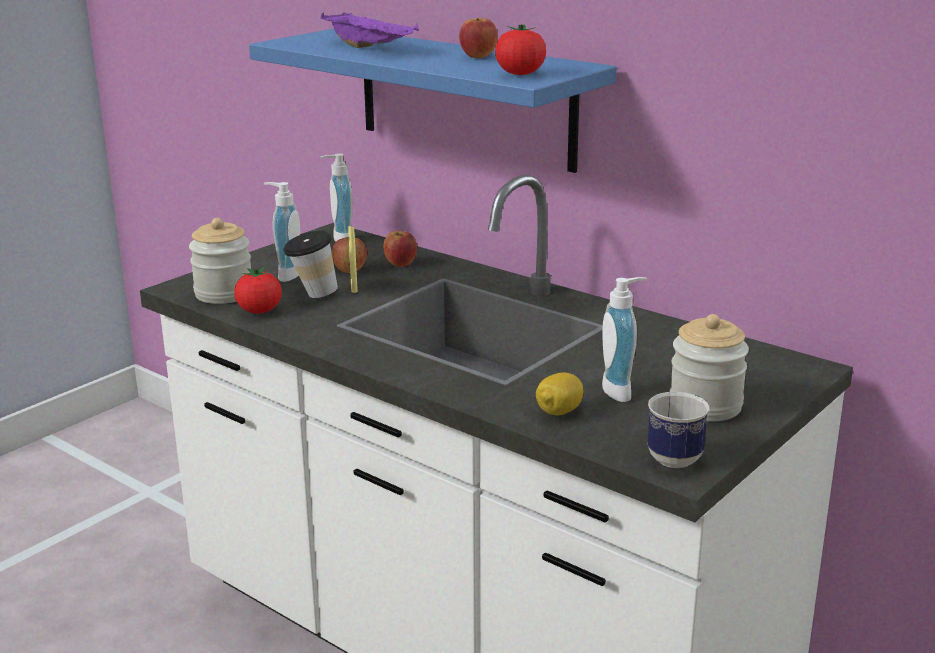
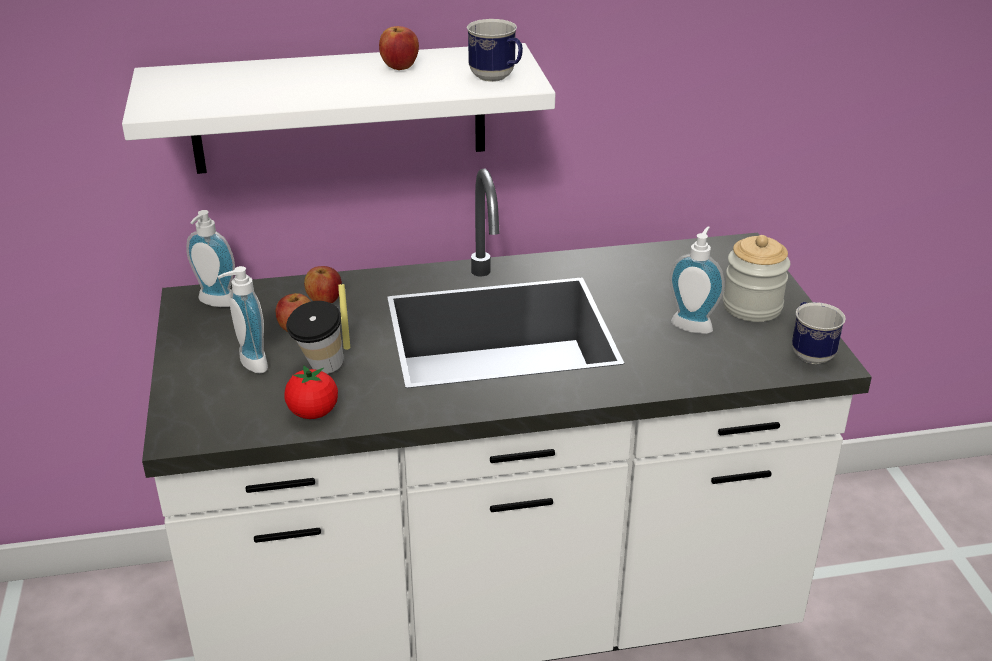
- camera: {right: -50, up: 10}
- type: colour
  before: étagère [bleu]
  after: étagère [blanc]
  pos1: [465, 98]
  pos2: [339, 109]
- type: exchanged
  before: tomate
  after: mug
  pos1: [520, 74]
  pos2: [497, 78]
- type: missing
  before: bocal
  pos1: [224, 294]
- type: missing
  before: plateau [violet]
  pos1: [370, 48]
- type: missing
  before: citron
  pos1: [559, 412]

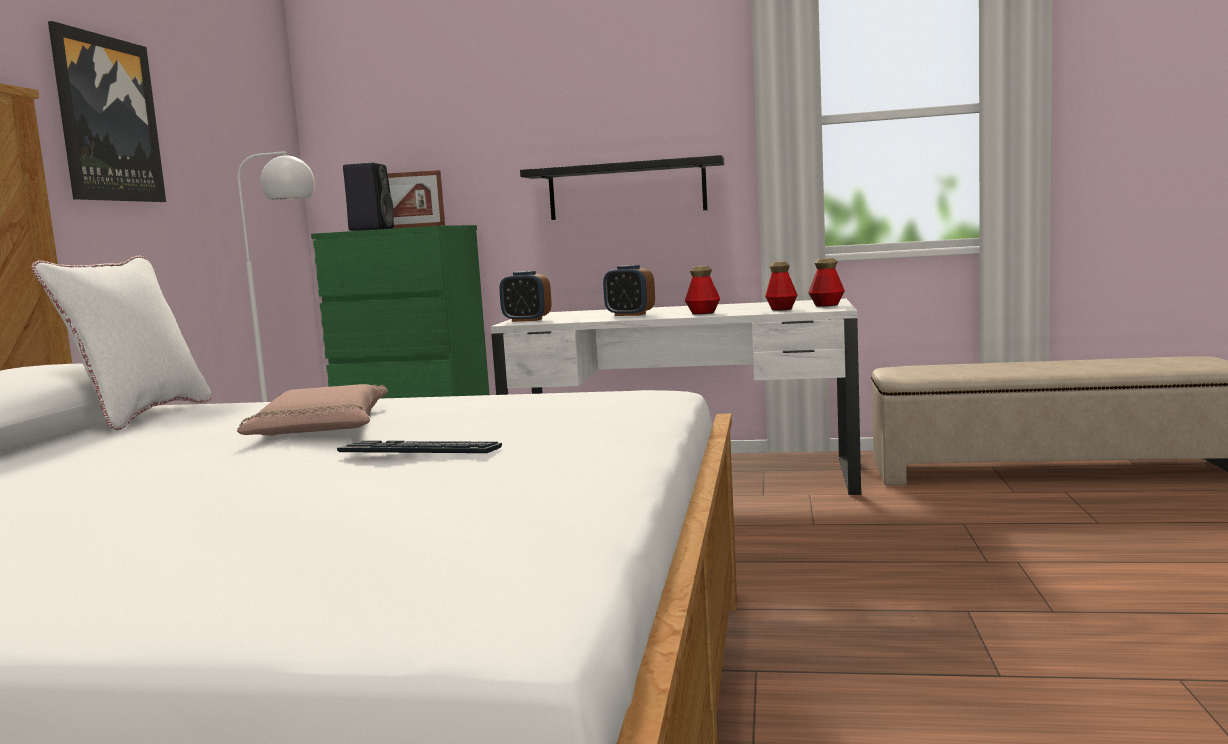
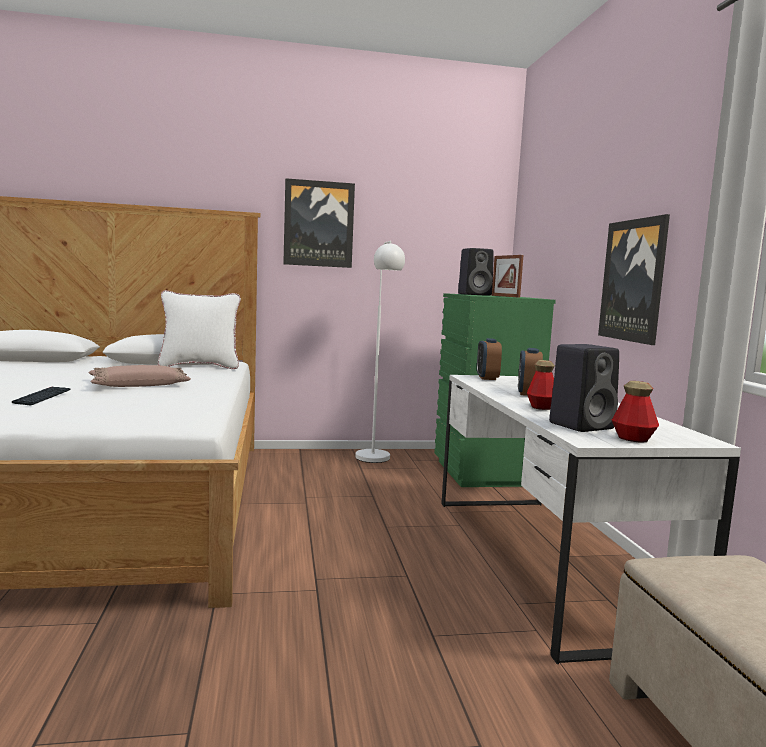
- camera: {right: 70, up: 0}
- type: exchanged
  before: bouteille
  after: enceinte [noir]
  pos1: [781, 309]
  pos2: [582, 425]
- type: exchanged
  before: étagère [noir]
  after: tableau
  pos1: [627, 190]
  pos2: [633, 280]

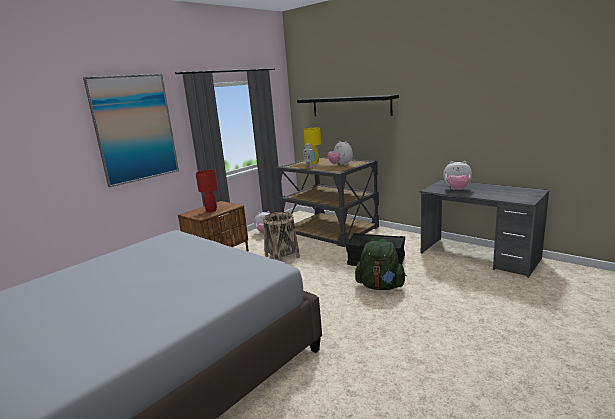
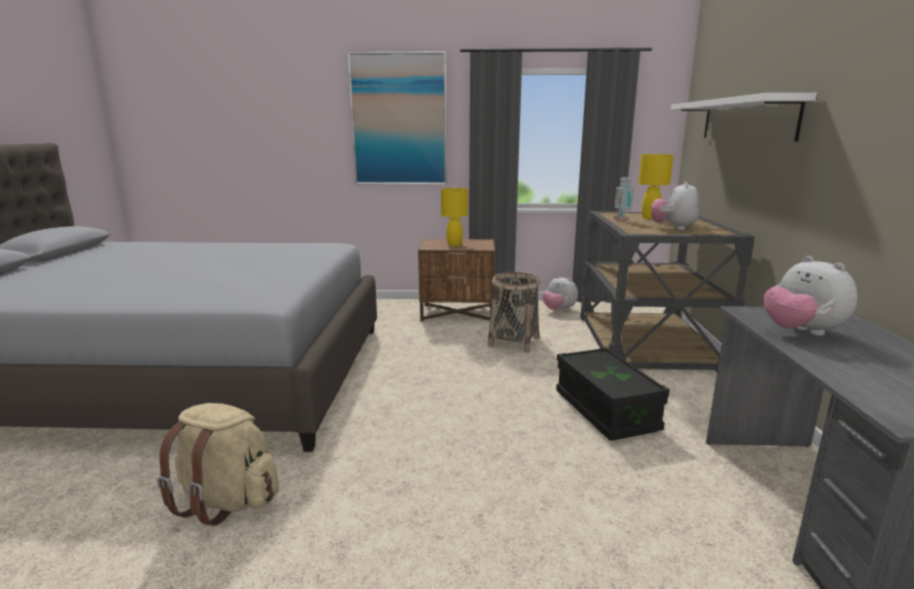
- camera: {right: 50, up: 0}
- type: appeared
  after: sac à dos [beige]
  pos2: [227, 500]
- type: colour
  before: lampe de table [rouge]
  after: lampe de table [jaune]
  pos1: [211, 210]
  pos2: [454, 245]
- type: colour
  before: étagère [noir]
  after: étagère [blanc]
  pos1: [350, 106]
  pos2: [746, 119]
- type: missing
  before: sac à dos [vert]
  pos1: [380, 286]

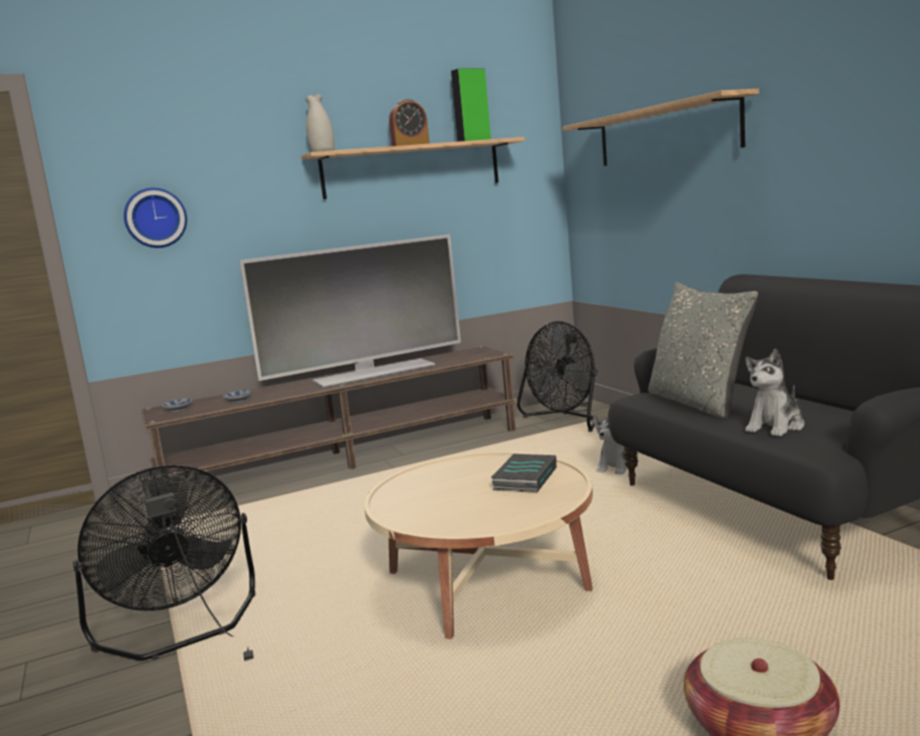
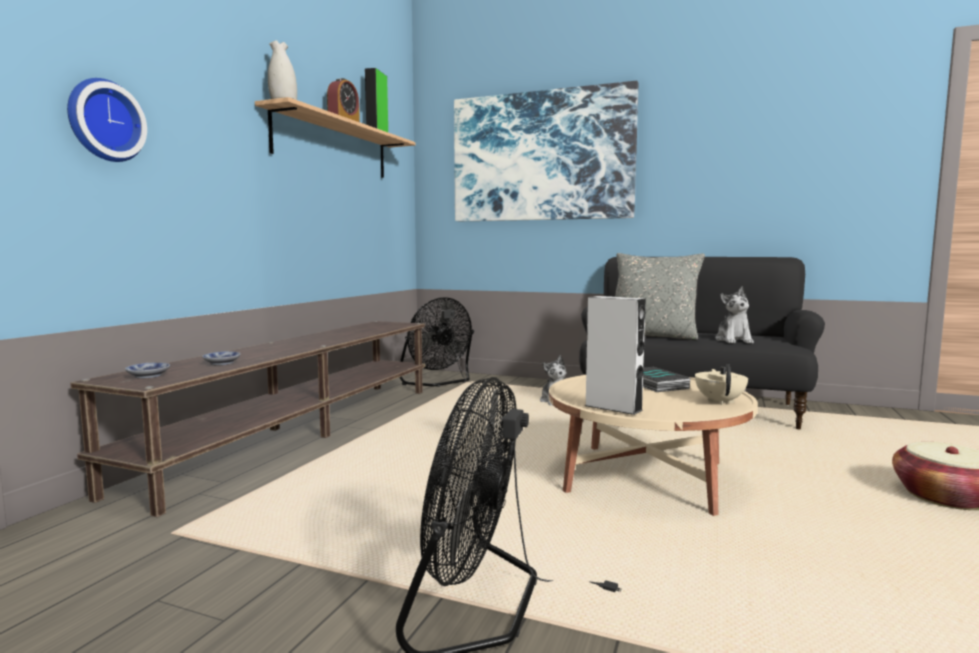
- camera: {right: -45, up: -5}
- type: spun
  before: ventilateur [noir]
  pos1: [567, 419]
  pos2: [447, 382]
  turn: 135
- type: exchanged
  before: étagère
  after: tableau
  pos1: [665, 133]
  pos2: [541, 156]
- type: appeared
  after: enceinte [gris]
  pos2: [613, 408]
- type: appeared
  after: théière [beige]
  pos2: [720, 401]
- type: missing
  before: téléviseur
  pos1: [373, 373]

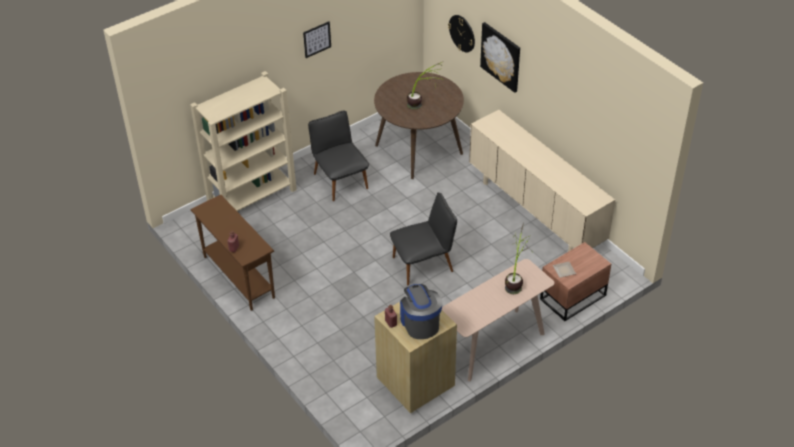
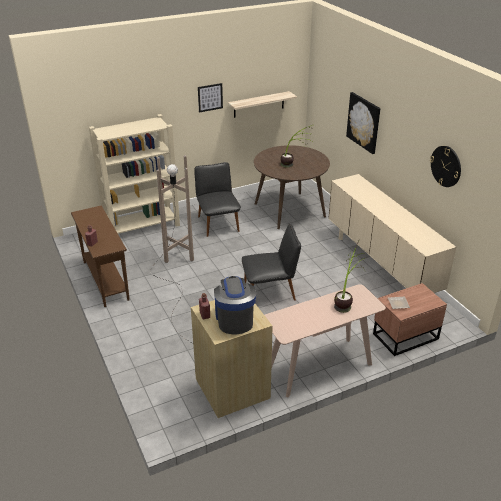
- camera: {right: 10, up: -10}
- type: appeared
  after: lampadaire [marron]
  pos2: [175, 273]
- type: appeared
  after: étagère
  pos2: [259, 104]
- type: relocated
  before: horloge murale
  pos1: [462, 33]
  pos2: [446, 166]

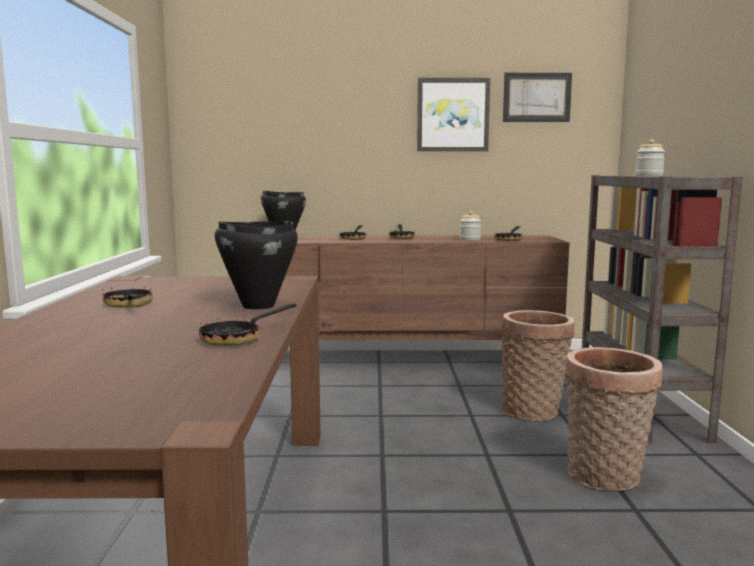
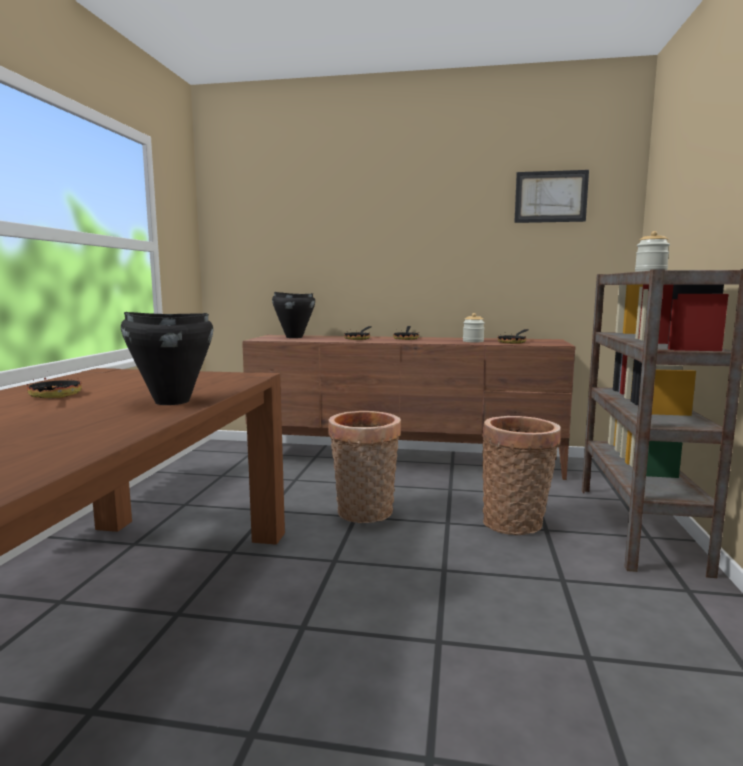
- camera: {right: 10, up: 0}
- type: relocated
  before: panier
  pos1: [605, 478]
  pos2: [364, 514]
- type: missing
  before: poêle
  pos1: [239, 339]
- type: missing
  before: tableau
  pos1: [453, 115]

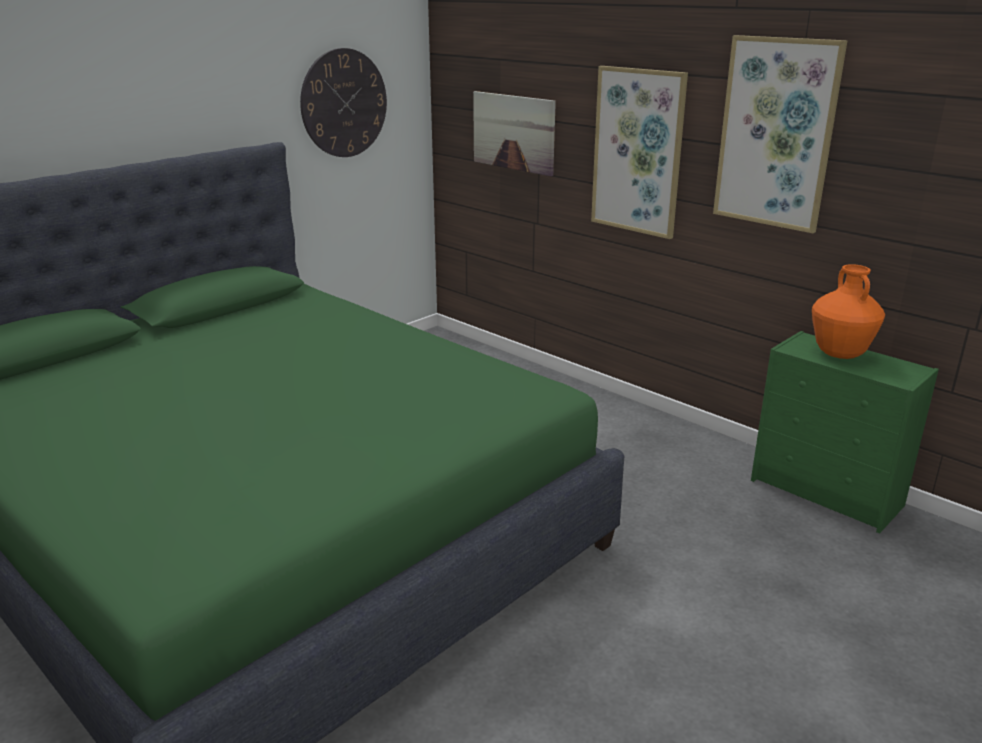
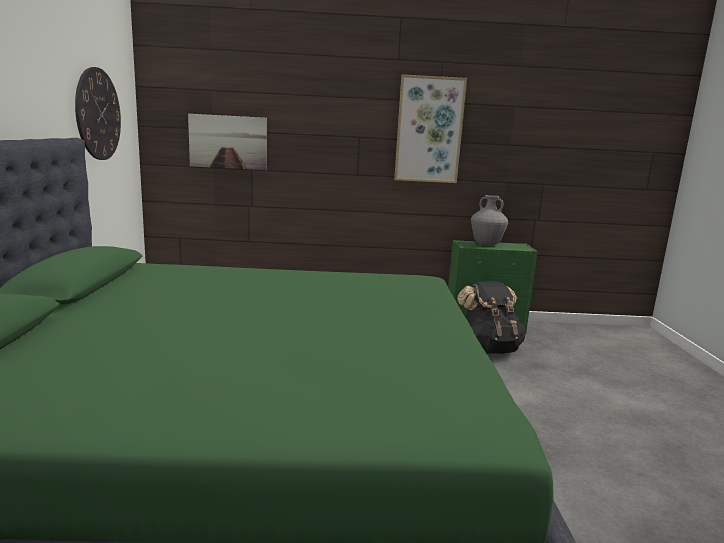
- camera: {right: -45, up: -10}
- type: appeared
  after: sac à dos [noir]
  pos2: [488, 349]
- type: colour
  before: vase [orange]
  after: vase [gris]
  pos1: [839, 354]
  pos2: [486, 245]
- type: missing
  before: tableau
  pos1: [638, 152]

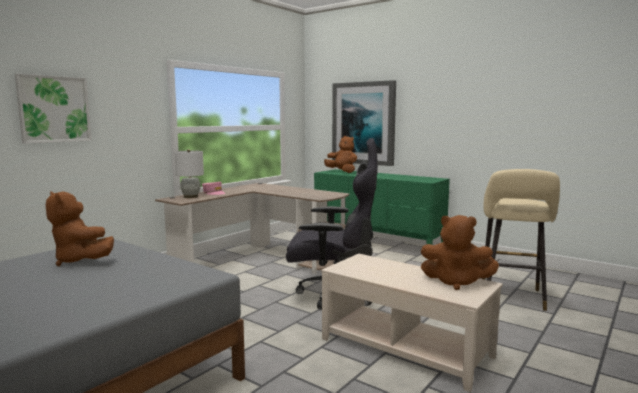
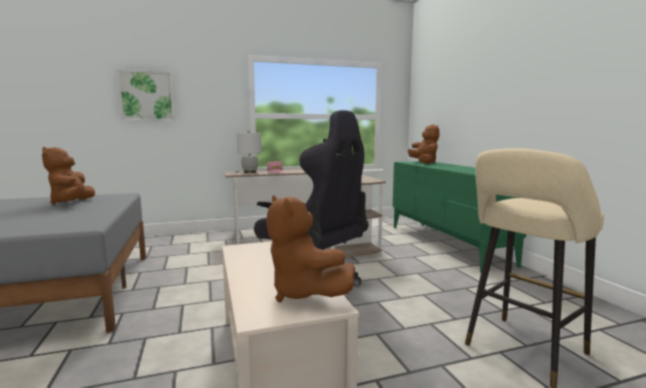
- camera: {right: 35, up: 0}
- type: missing
  before: tableau
  pos1: [364, 123]

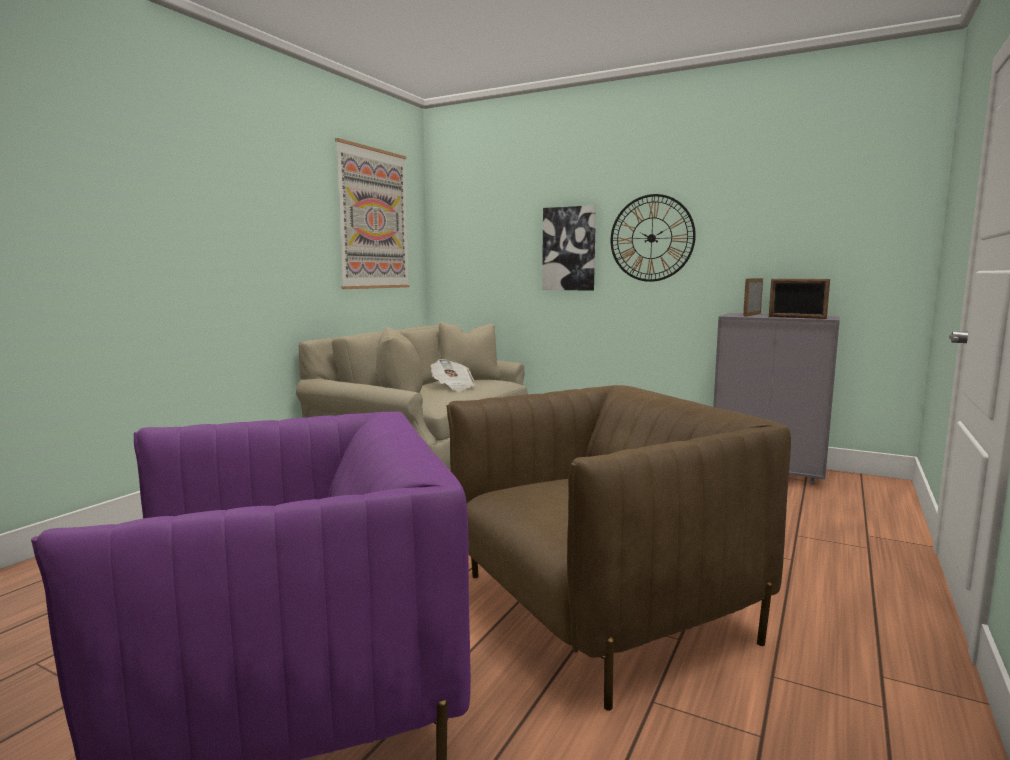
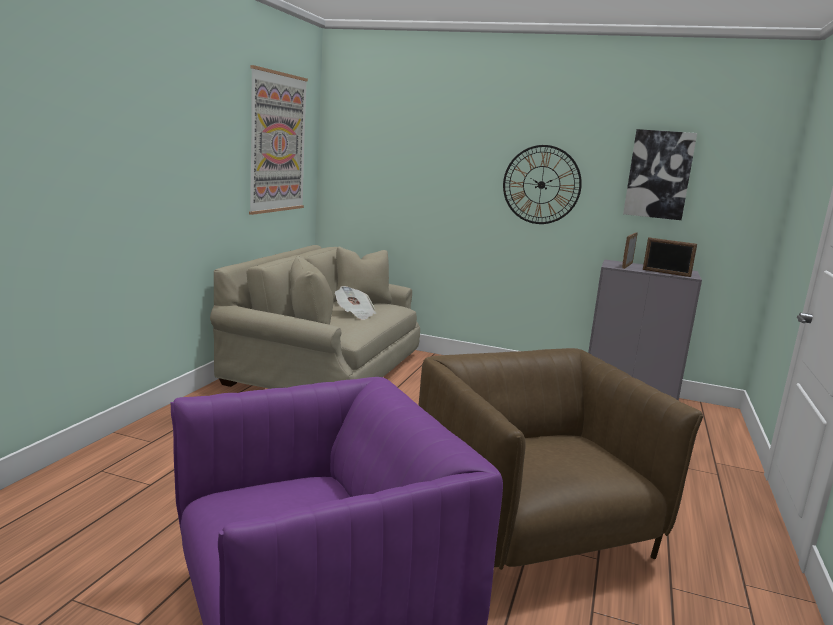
- camera: {right: -10, up: 5}
- type: spun
  before: fauteuil [marron]
  pos1: [600, 609]
  pos2: [531, 534]
  turn: -75
- type: relocated
  before: tableau
  pos1: [569, 249]
  pos2: [659, 174]

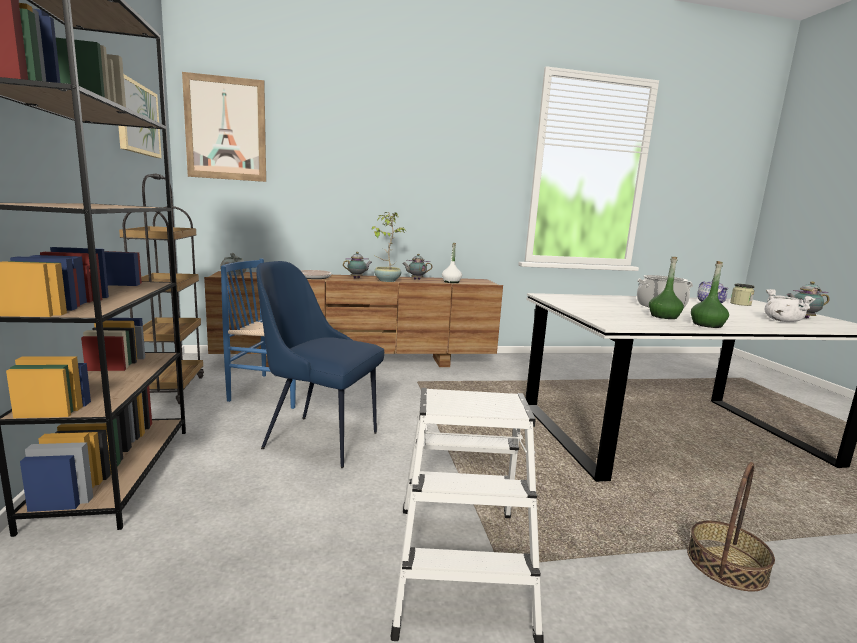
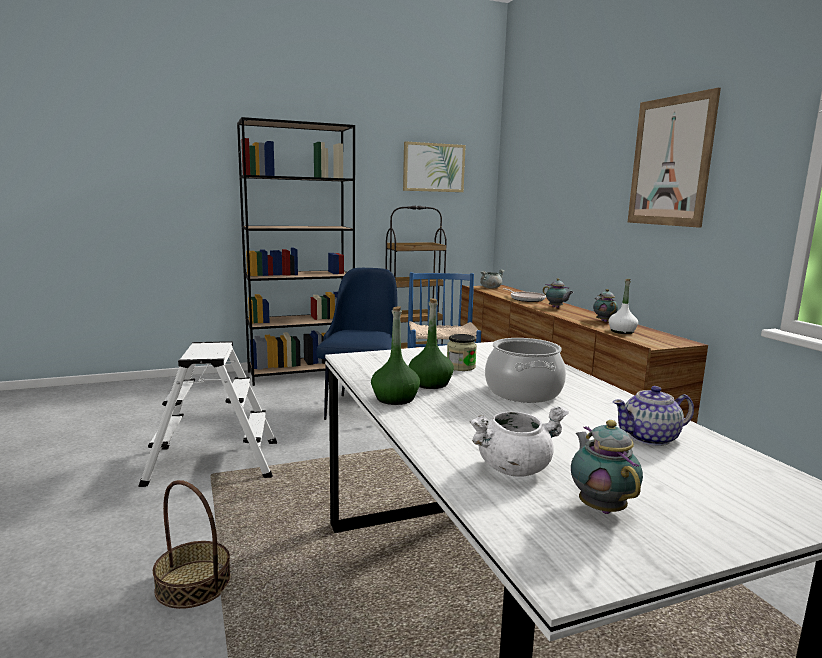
- camera: {right: 80, up: 0}
- type: relocated
  before: bocal
  pos1: [740, 304]
  pos2: [460, 367]
- type: relocated
  before: tableau
  pos1: [226, 129]
  pos2: [670, 161]
- type: missing
  before: plante en pot
  pos1: [386, 280]

